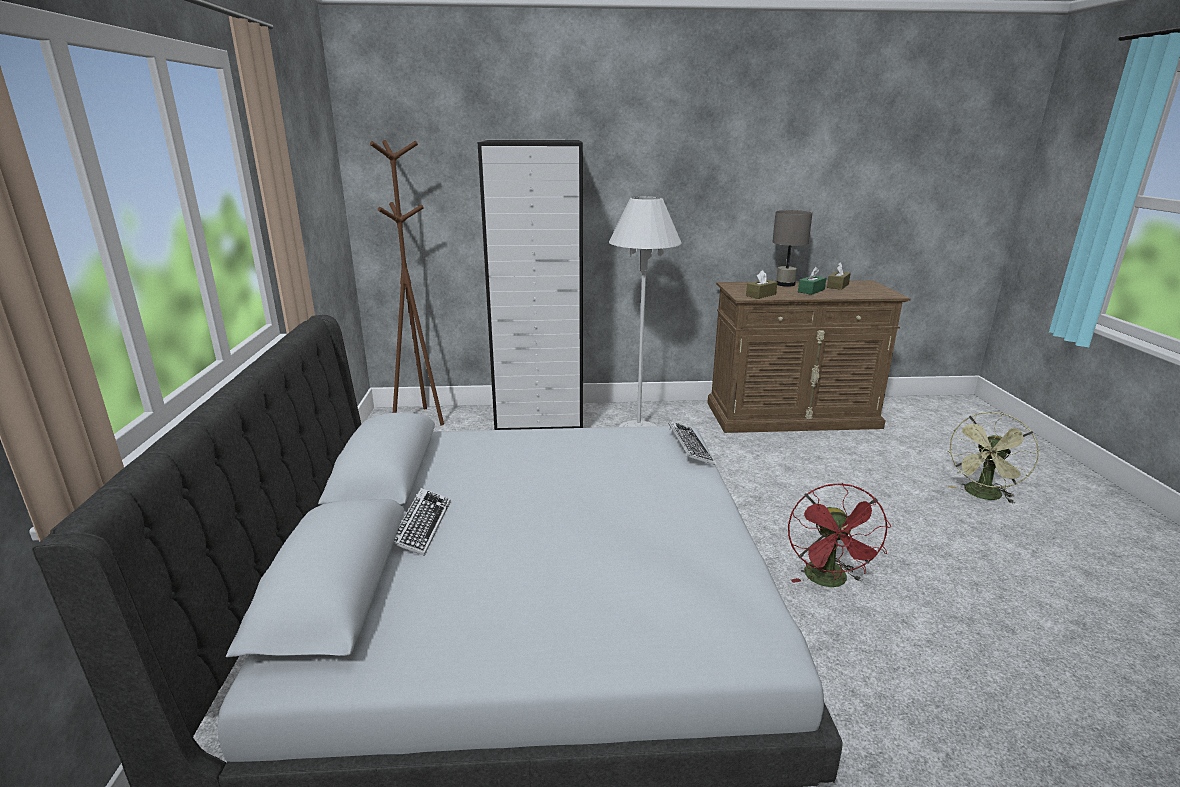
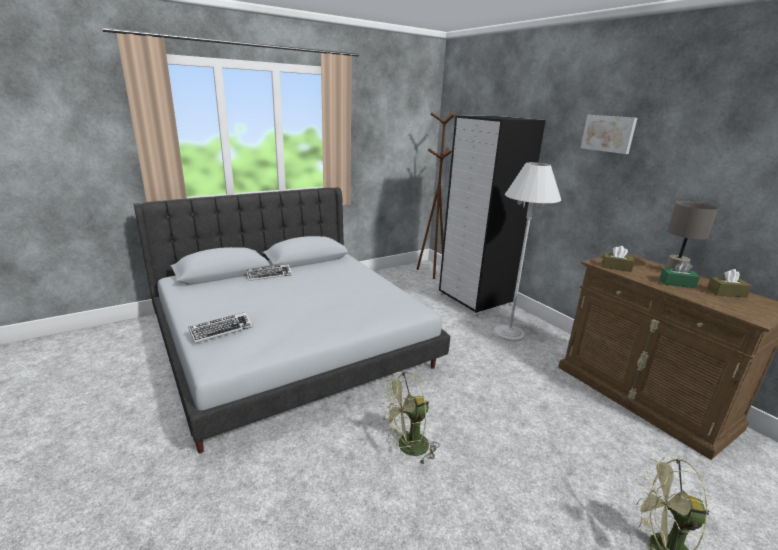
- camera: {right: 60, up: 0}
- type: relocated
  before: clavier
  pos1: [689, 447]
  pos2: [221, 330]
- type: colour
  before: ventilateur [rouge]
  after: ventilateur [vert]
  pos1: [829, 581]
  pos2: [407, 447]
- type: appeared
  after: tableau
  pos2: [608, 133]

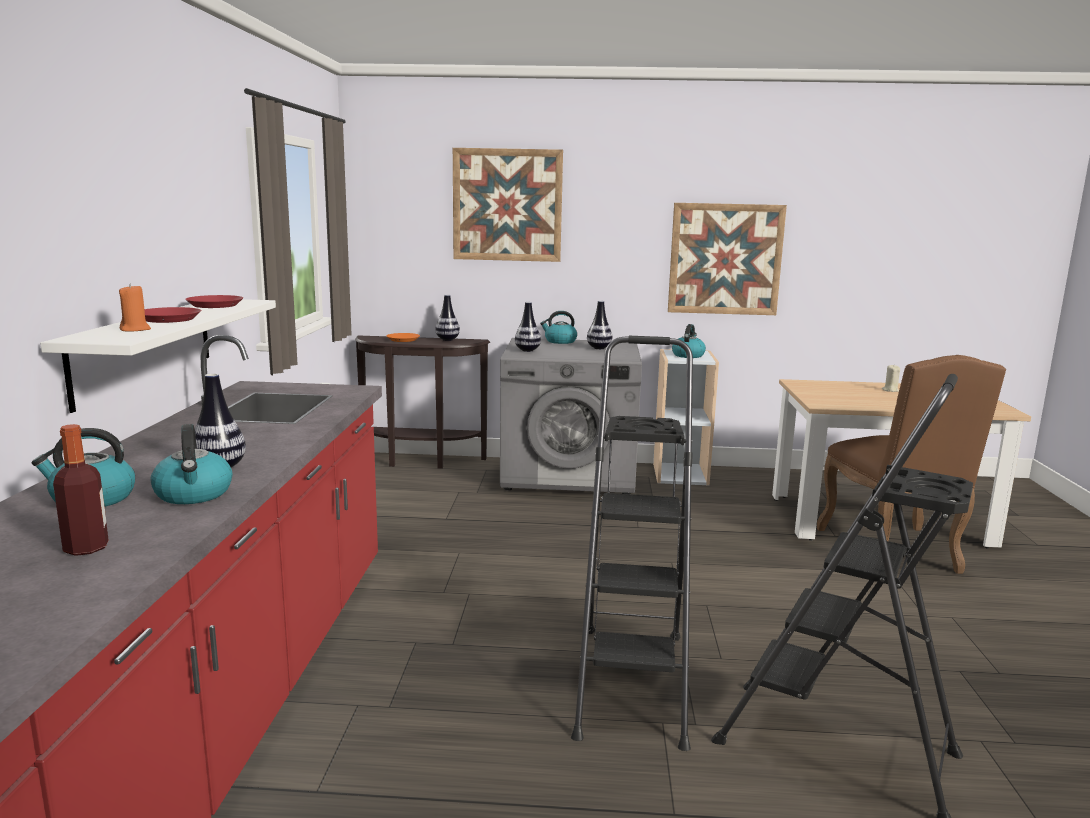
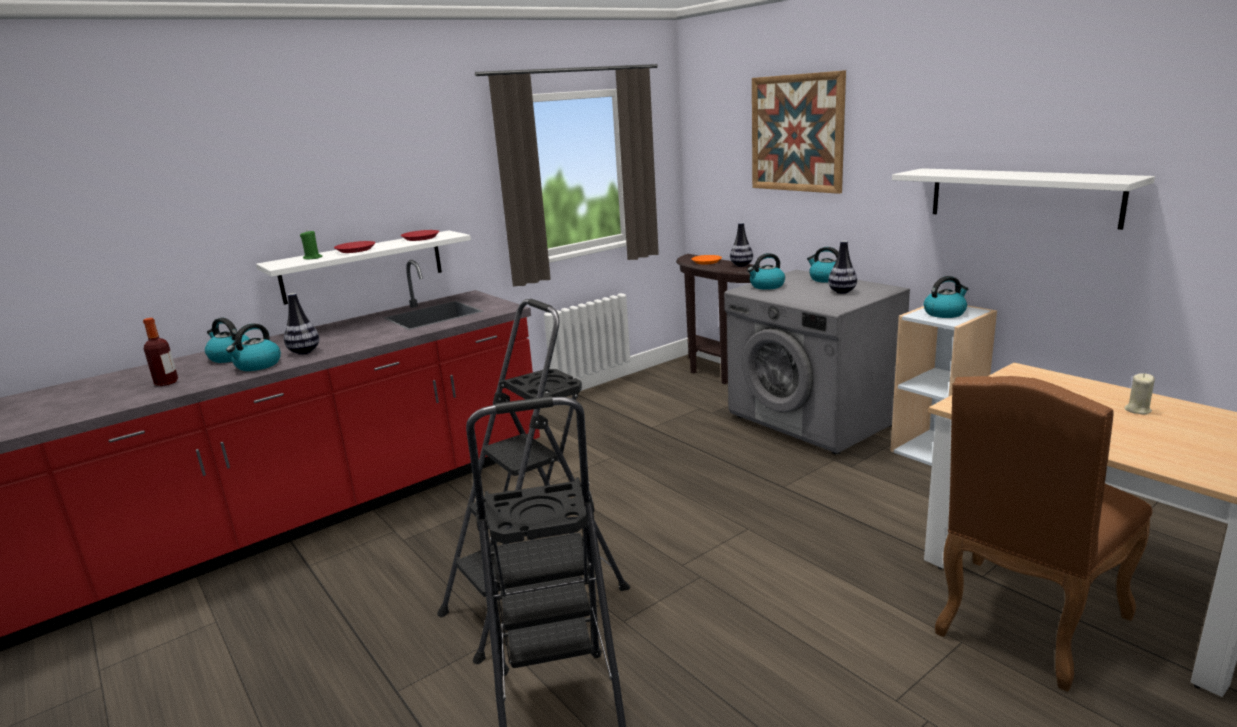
- camera: {right: 50, up: 5}
- type: colour
  before: bougie [orange]
  after: bougie [vert]
  pos1: [135, 330]
  pos2: [313, 258]
- type: exchanged
  before: vase
  after: bouilloire
  pos1: [527, 350]
  pos2: [766, 286]
- type: exchanged
  before: tableau
  after: étagère [blanc]
  pos1: [725, 259]
  pos2: [1022, 196]

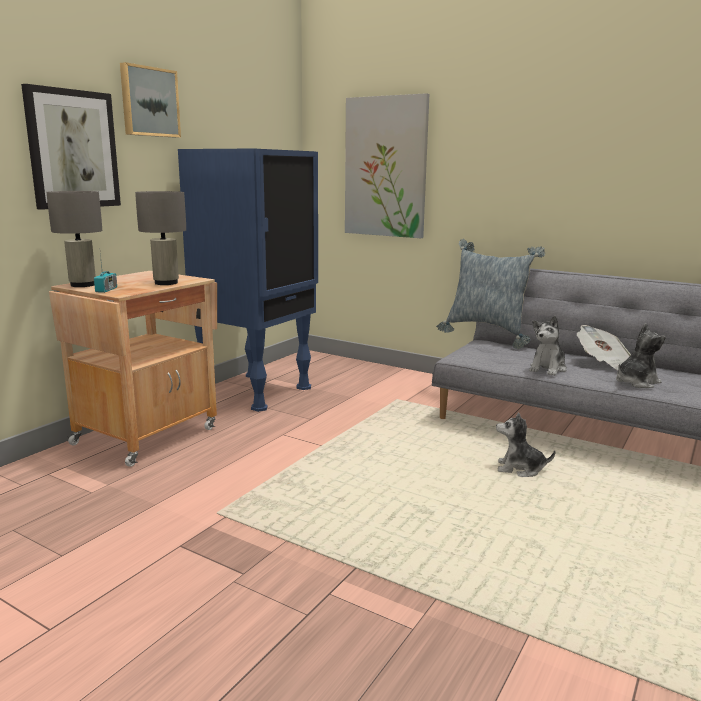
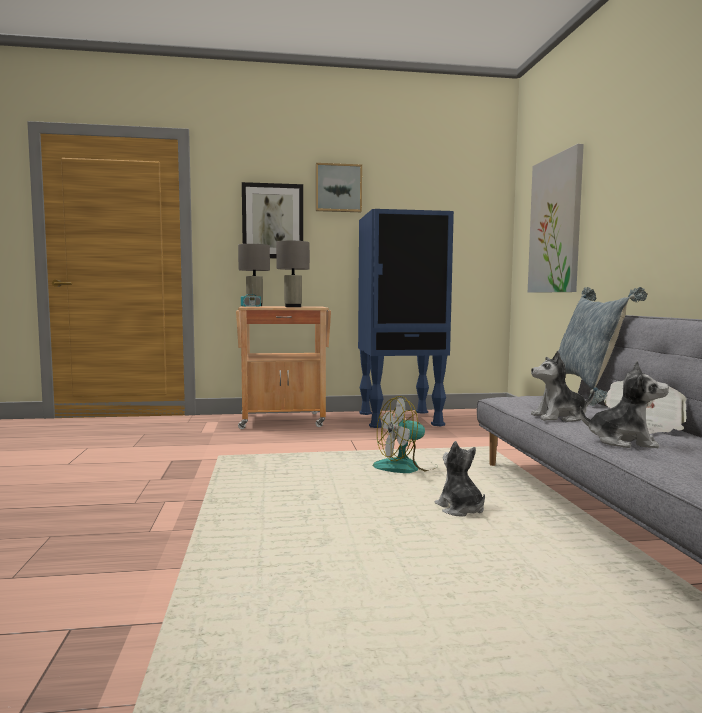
- camera: {right: 50, up: -10}
- type: appeared
  after: ventilateur
  pos2: [406, 467]

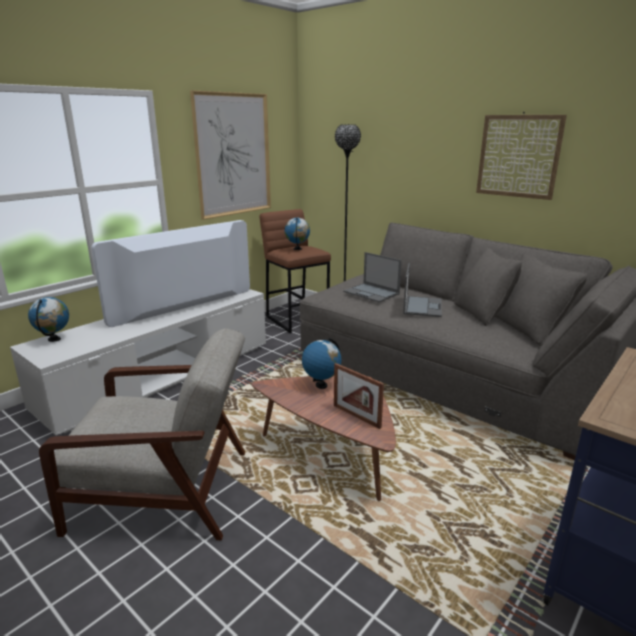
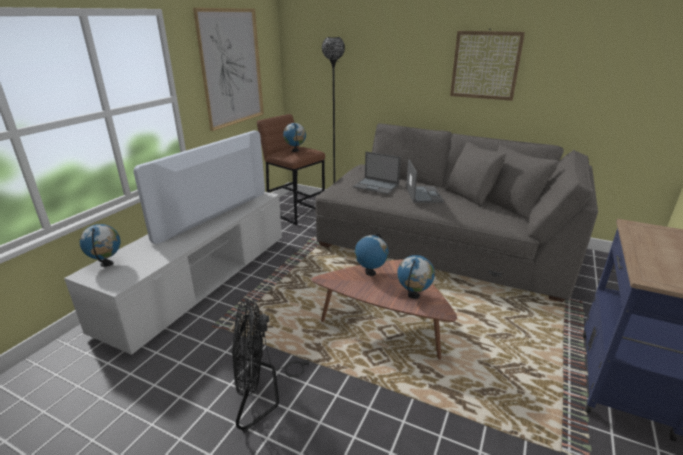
- camera: {right: -15, up: 5}
- type: exchanged
  before: fauteuil [gris]
  after: ventilateur [noir]
  pos1: [165, 490]
  pos2: [262, 386]
- type: exchanged
  before: cadre photo
  after: globe
  pos1: [356, 416]
  pos2: [413, 295]

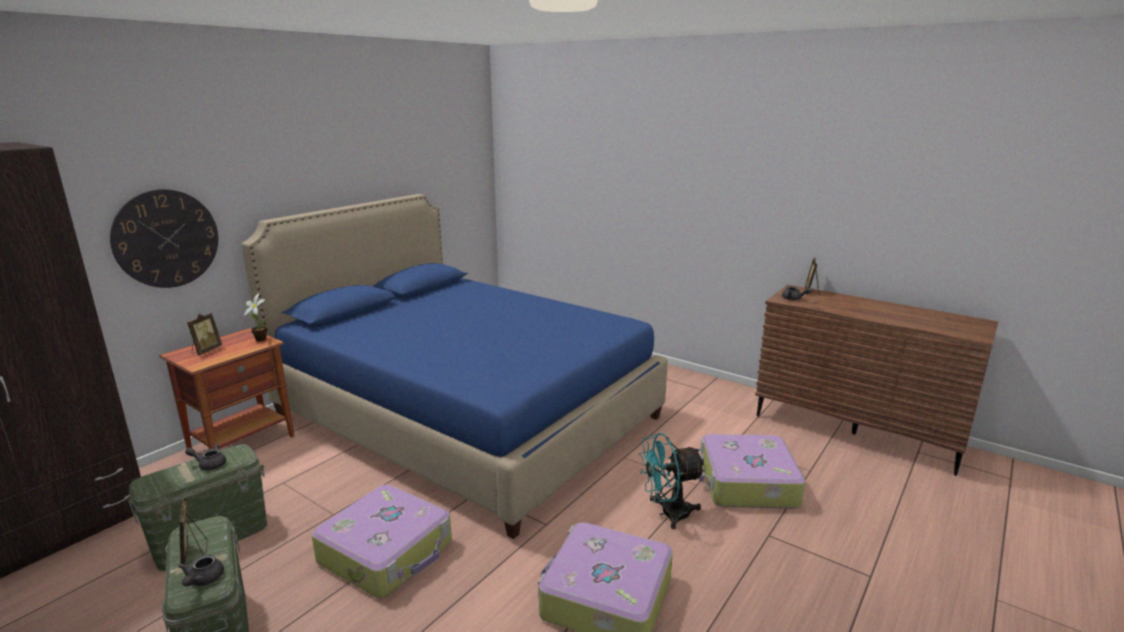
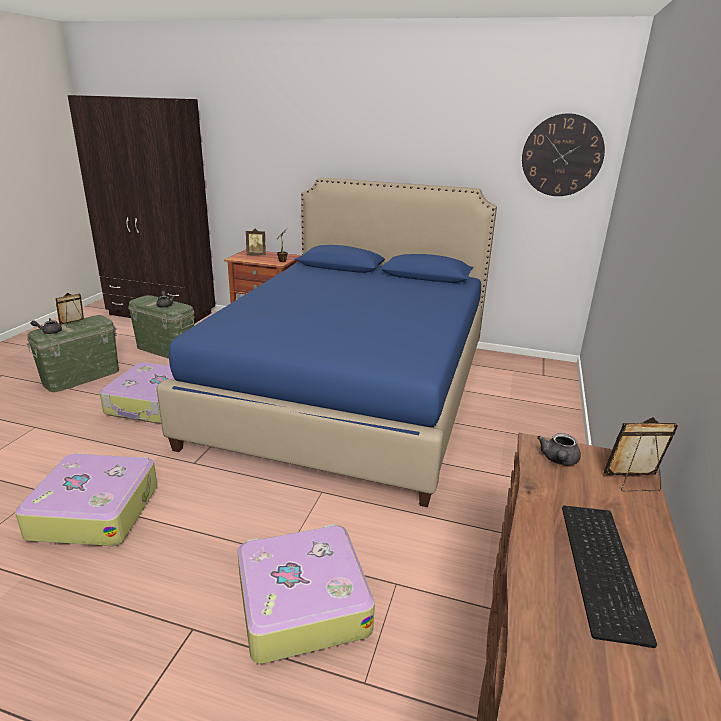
- camera: {right: 70, up: 5}
- type: relocated
  before: horloge murale
  pos1: [166, 239]
  pos2: [562, 155]
- type: appeared
  after: clavier
  pos2: [606, 569]
- type: missing
  before: ventilateur [turquoise]
  pos1: [668, 513]

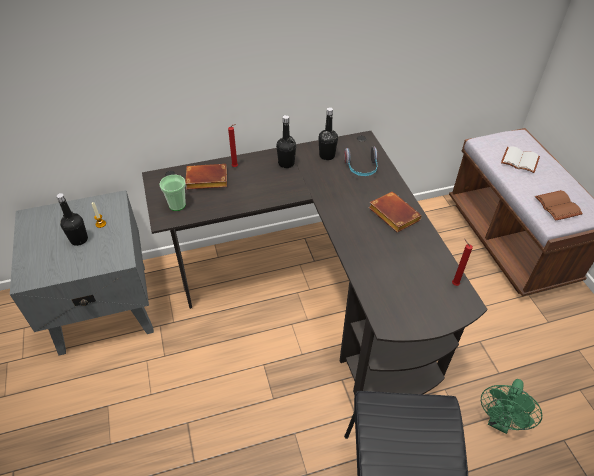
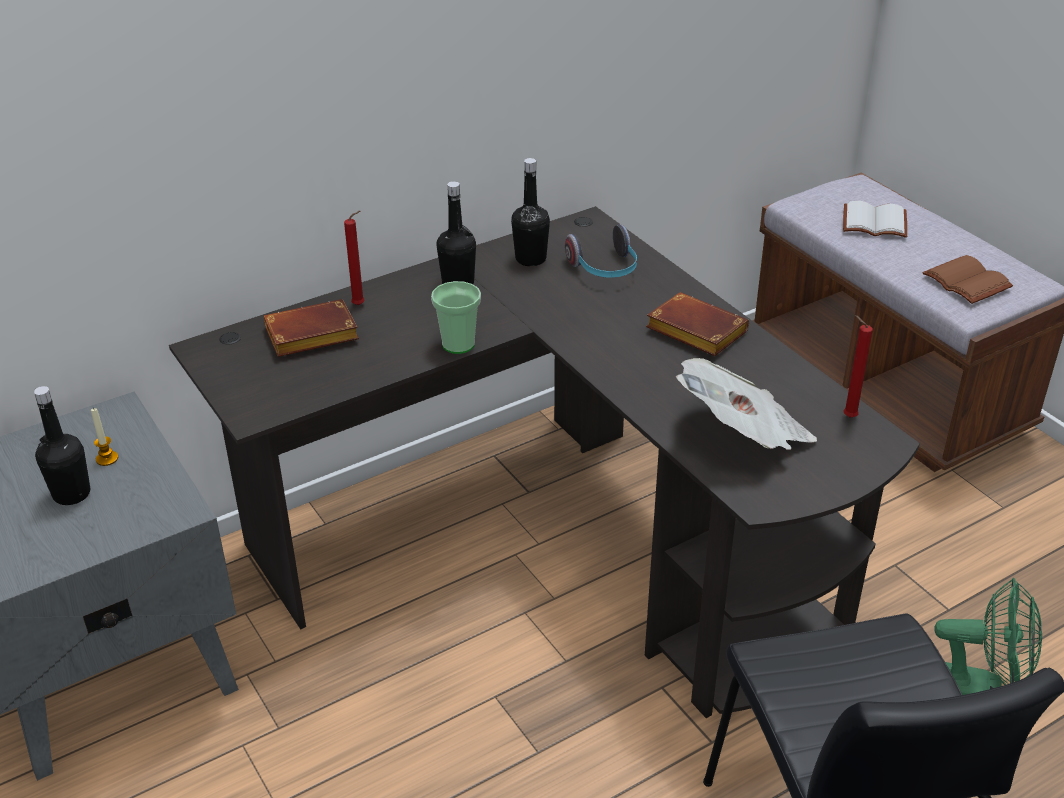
- camera: {right: -15, up: -10}
- type: relocated
  before: tasse
  pos1: [177, 205]
  pos2: [458, 344]
- type: appeared
  after: journal
  pos2: [743, 435]
- type: spun
  before: ventilateur [vert]
  pos1: [500, 421]
  pos2: [980, 689]
  turn: -90

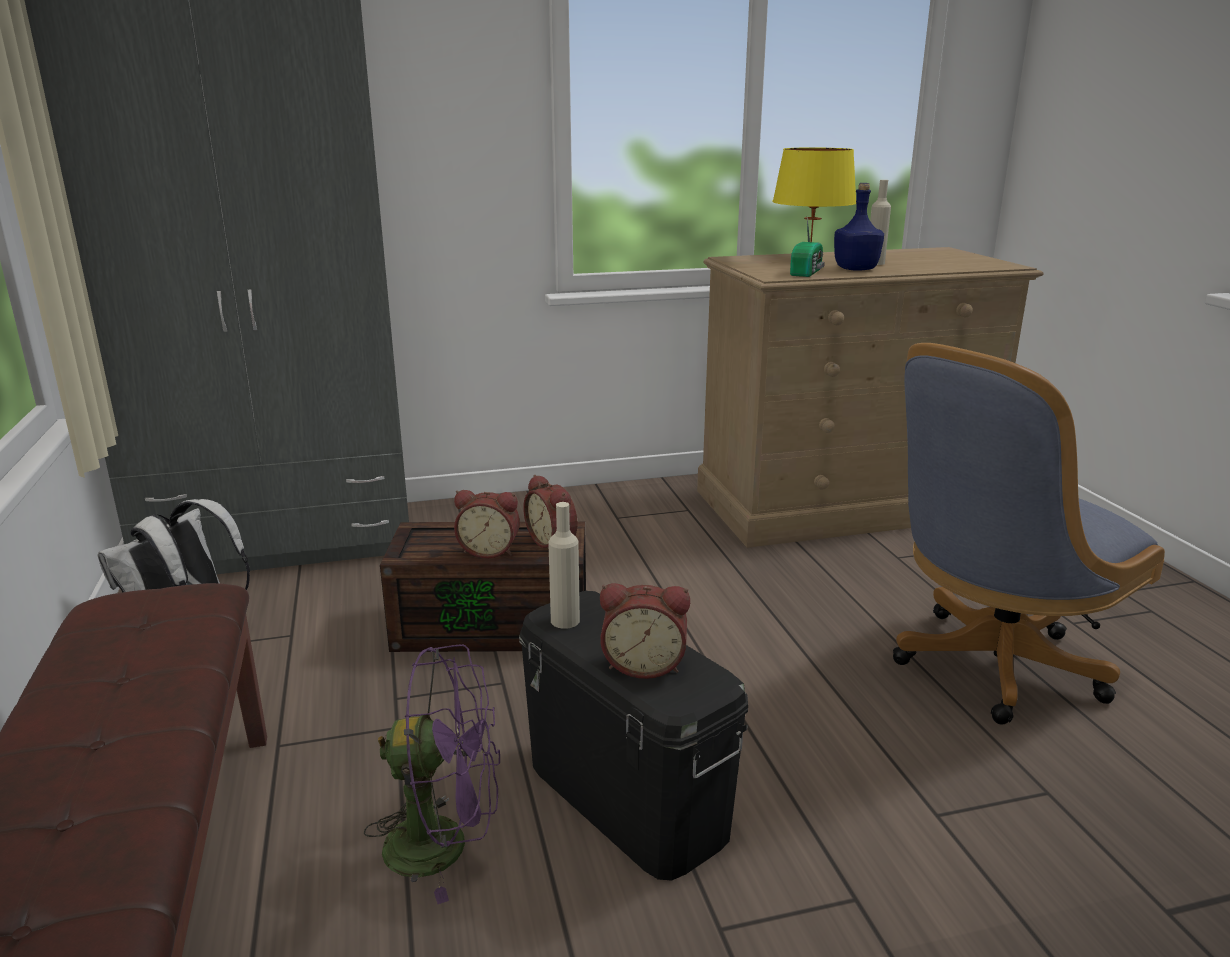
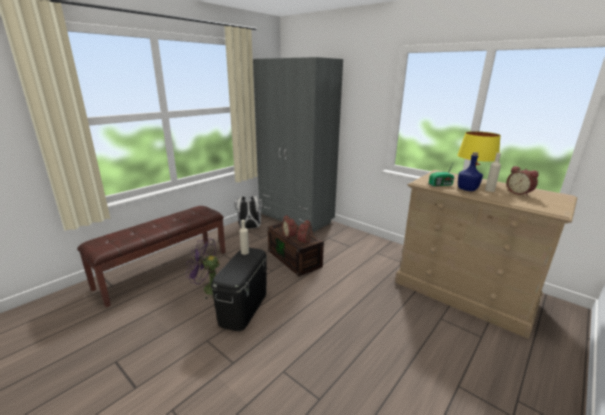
- camera: {right: 55, up: 0}
- type: spun
  before: ventilateur [violet]
  pos1: [445, 844]
  pos2: [209, 289]
  turn: 135
- type: relocated
  before: réveil
  pos1: [644, 664]
  pos2: [519, 193]
- type: missing
  before: chaise de bureau [bleu]
  pos1: [986, 673]

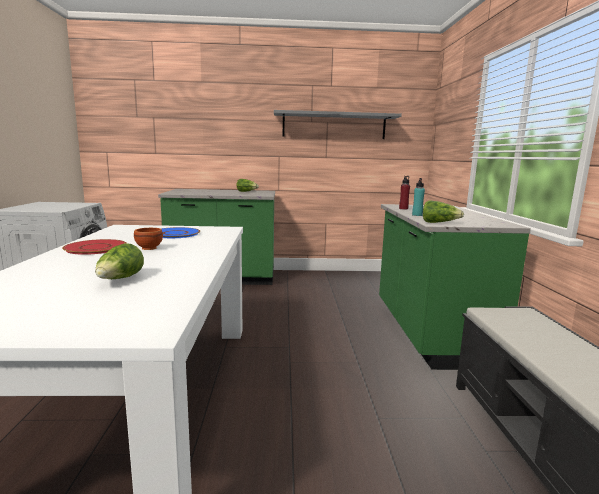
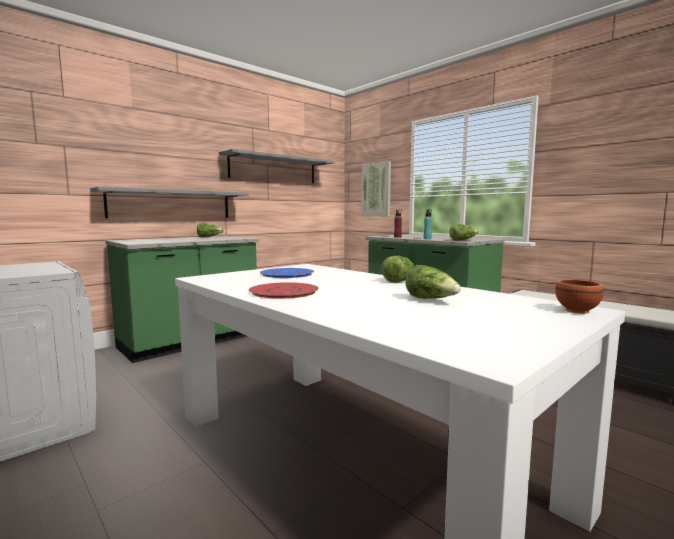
- camera: {right: -40, up: -5}
- type: appeared
  after: étagère [gris]
  pos2: [171, 204]
- type: appeared
  after: tableau
  pos2: [376, 190]
- type: appeared
  after: laitue
  pos2: [398, 280]
- type: relocated
  before: bol [marron]
  pos1: [149, 248]
  pos2: [575, 311]

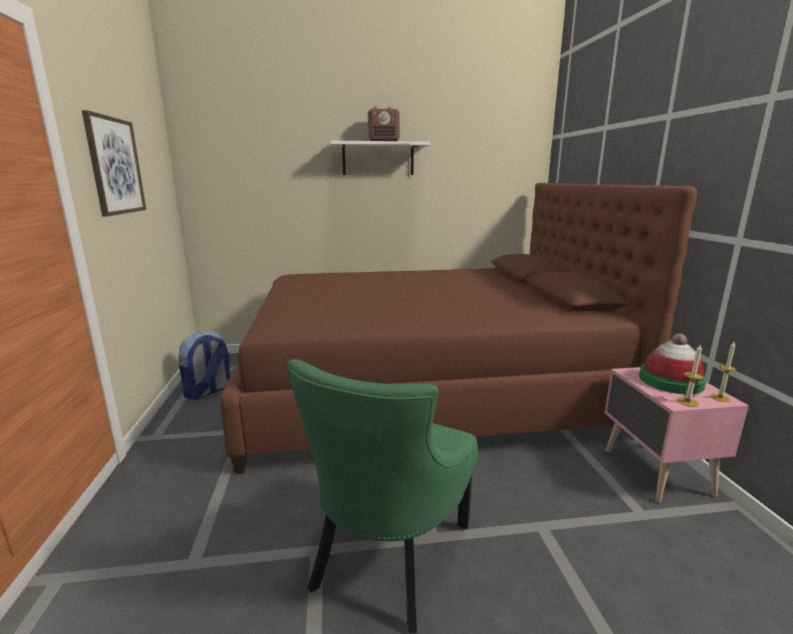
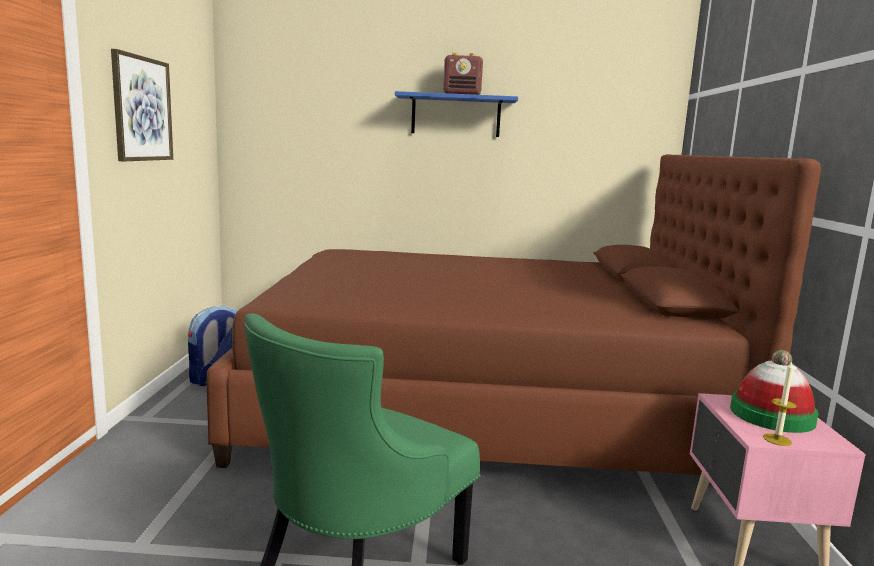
- camera: {right: 10, up: -5}
- type: colour
  before: étagère [blanc]
  after: étagère [bleu]
  pos1: [378, 159]
  pos2: [456, 116]
- type: missing
  before: bougie
  pos1: [720, 398]

